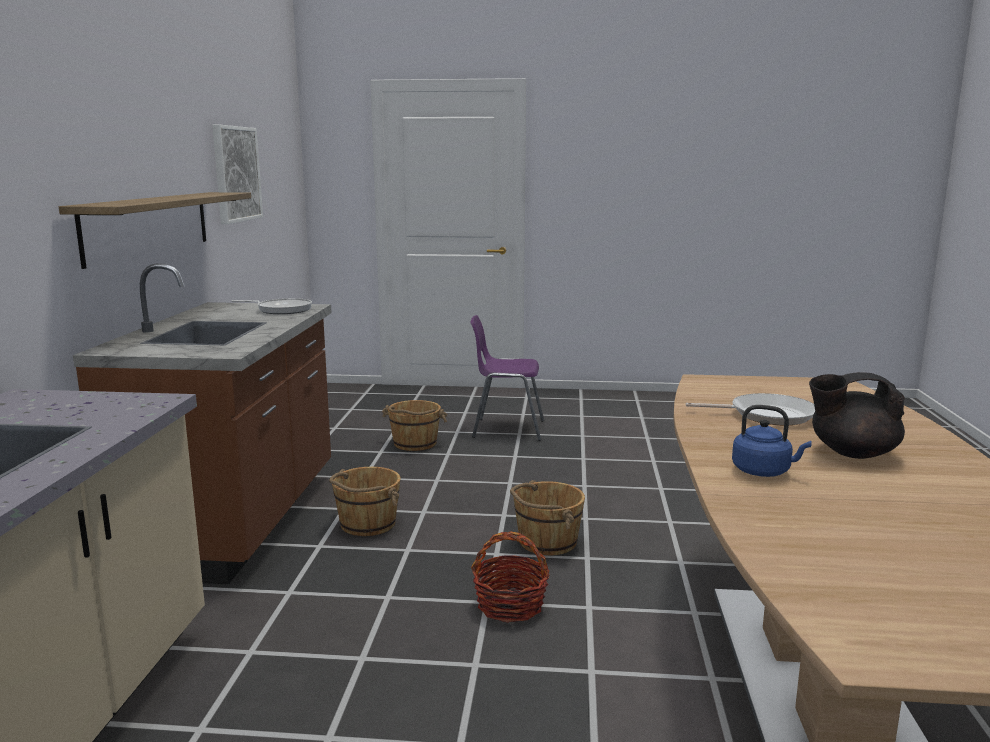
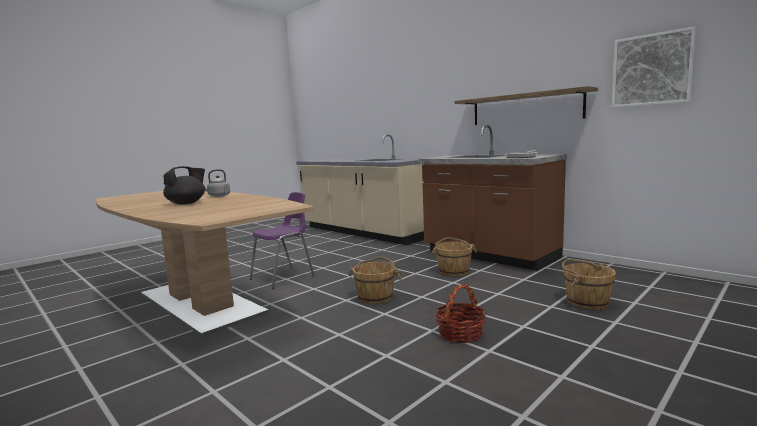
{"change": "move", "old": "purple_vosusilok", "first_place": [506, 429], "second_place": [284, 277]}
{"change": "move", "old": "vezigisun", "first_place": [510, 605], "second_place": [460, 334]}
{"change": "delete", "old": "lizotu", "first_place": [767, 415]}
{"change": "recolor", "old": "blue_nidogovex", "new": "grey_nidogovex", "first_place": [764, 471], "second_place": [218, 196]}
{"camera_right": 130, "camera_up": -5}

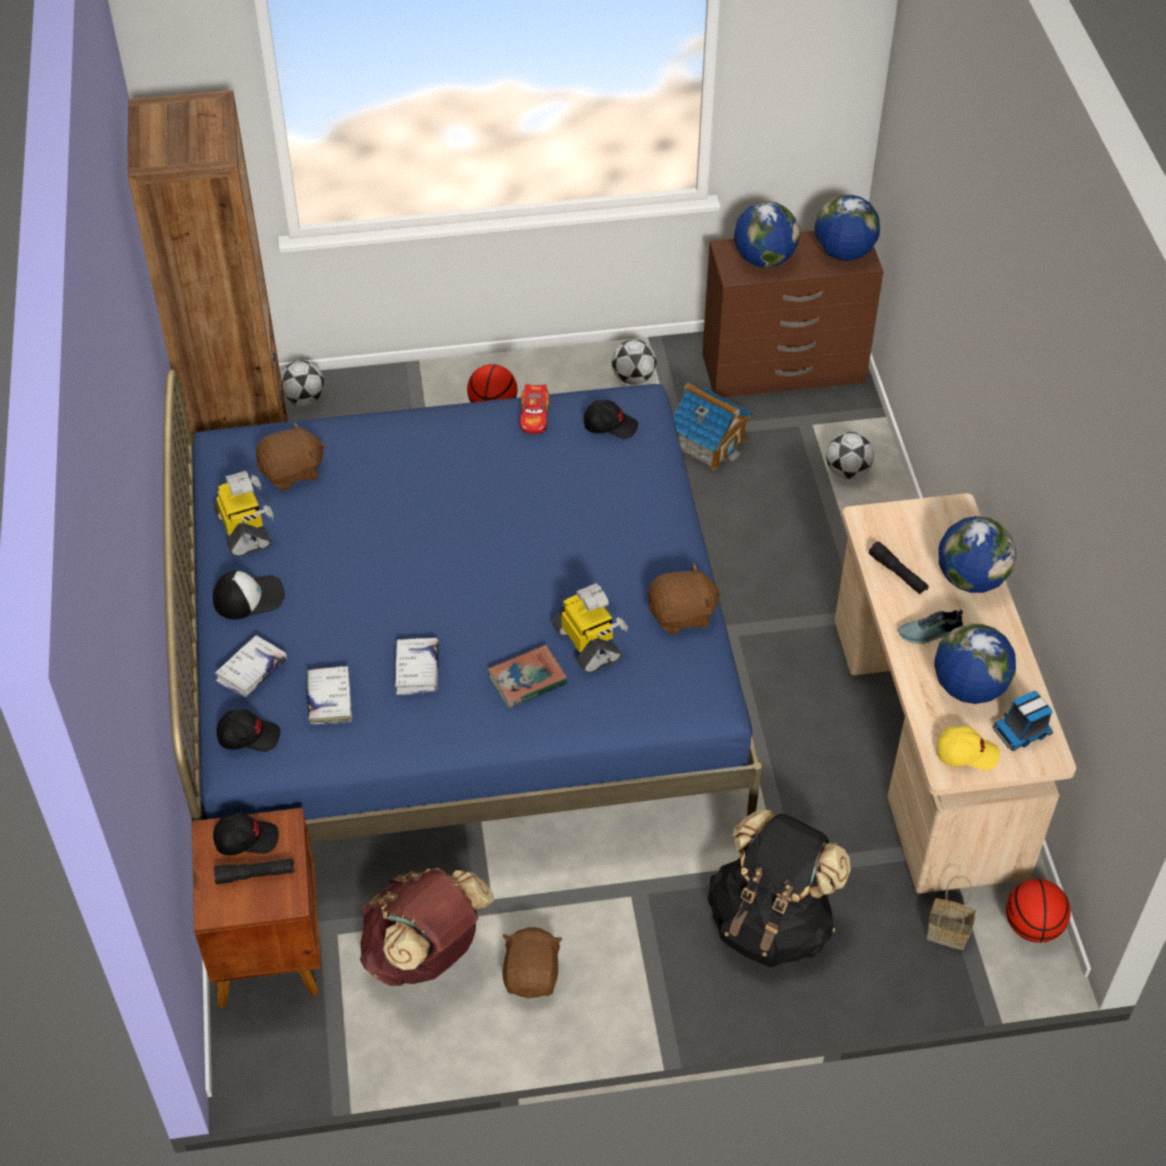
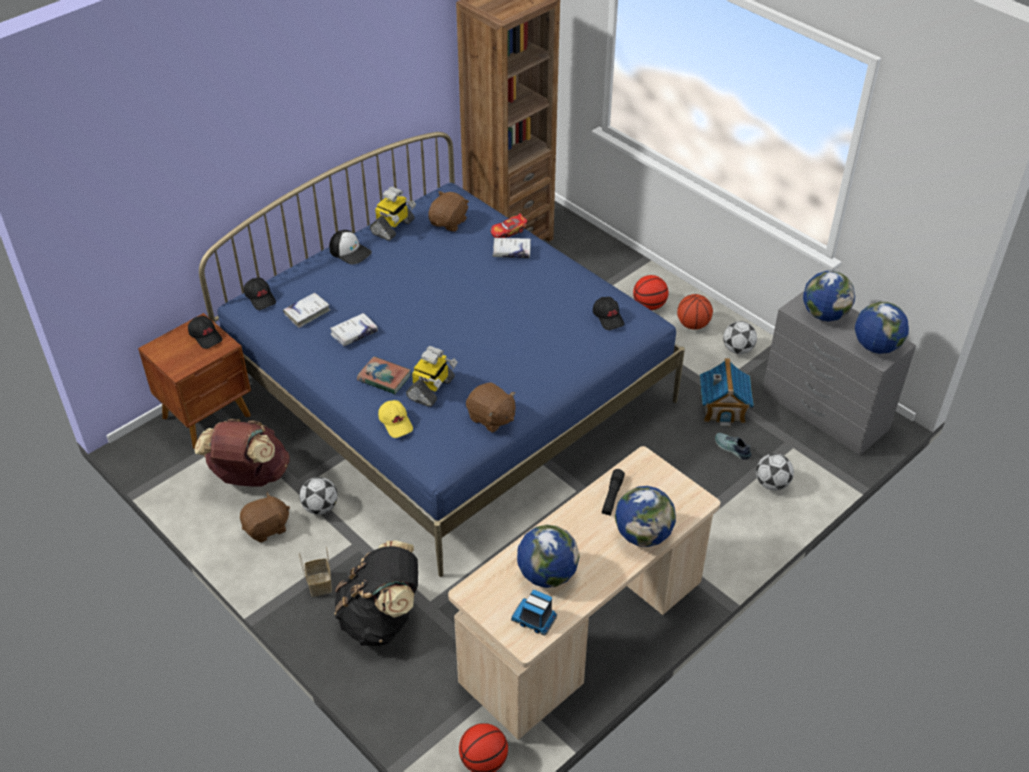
{"change": "delete", "old": "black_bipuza", "first_place": [255, 875]}
{"change": "move", "old": "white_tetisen", "first_place": [252, 671], "second_place": [511, 252]}
{"change": "rotate", "old": "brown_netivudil", "first_place": [292, 472], "second_place": [449, 222], "degrees": -90}
{"change": "move", "old": "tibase", "first_place": [303, 399], "second_place": [320, 507]}
{"change": "move", "old": "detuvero", "first_place": [534, 416], "second_place": [508, 231]}
{"change": "recolor", "old": "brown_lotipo", "new": "grey_lotipo", "first_place": [784, 369], "second_place": [824, 412]}
{"change": "move", "old": "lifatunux", "first_place": [930, 633], "second_place": [731, 449]}
{"change": "move", "old": "vezigisun", "first_place": [946, 932], "second_place": [319, 583]}
{"change": "move", "old": "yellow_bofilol", "first_place": [966, 753], "second_place": [396, 423]}
{"change": "insert", "new": "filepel", "second_place": [692, 325]}
{"camera_right": 55, "camera_up": -5}

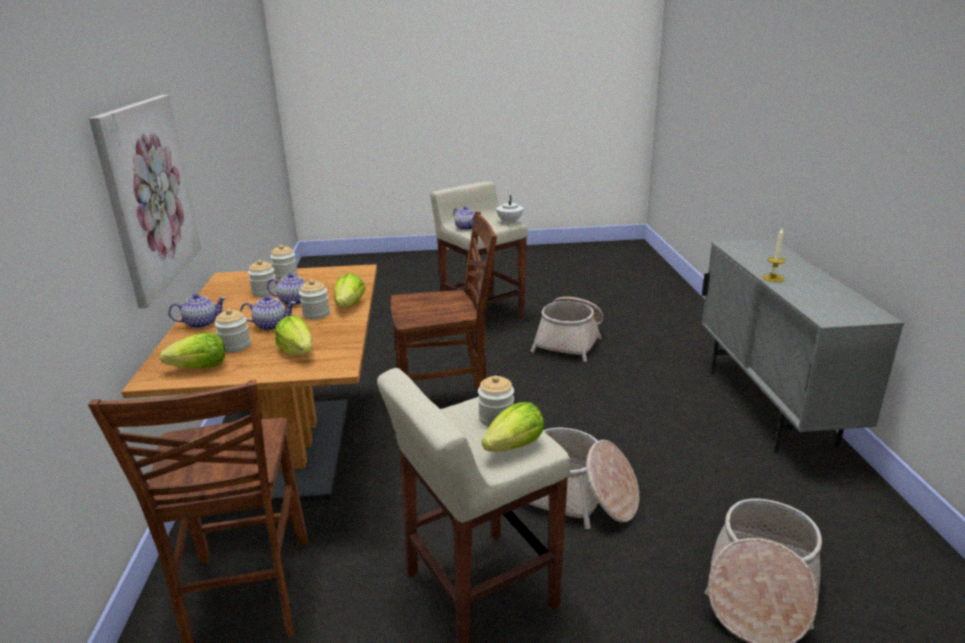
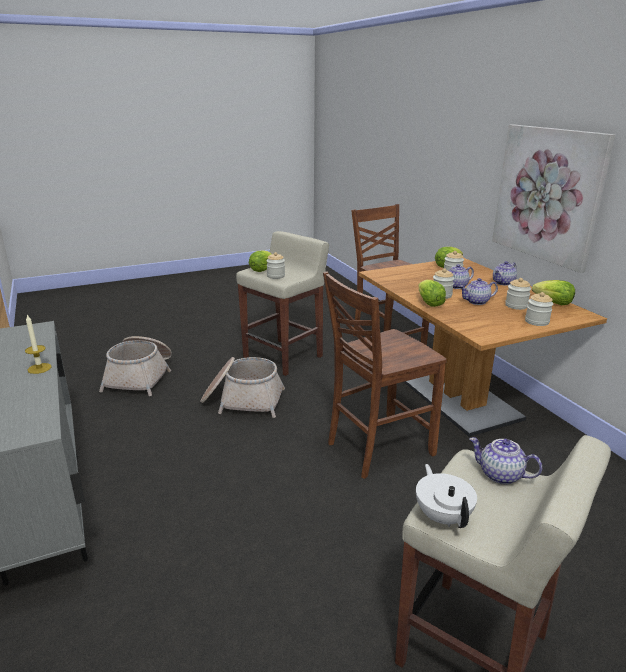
{"change": "move", "old": "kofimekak", "first_place": [297, 352], "second_place": [553, 303]}
{"change": "delete", "old": "vezigisun", "first_place": [570, 341]}
{"camera_right": 160, "camera_up": 0}

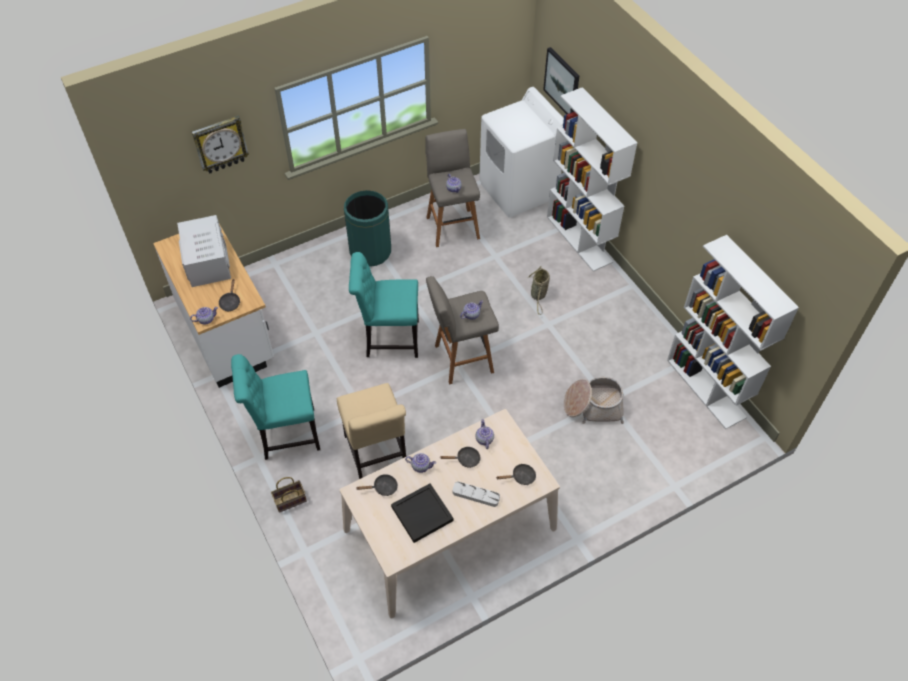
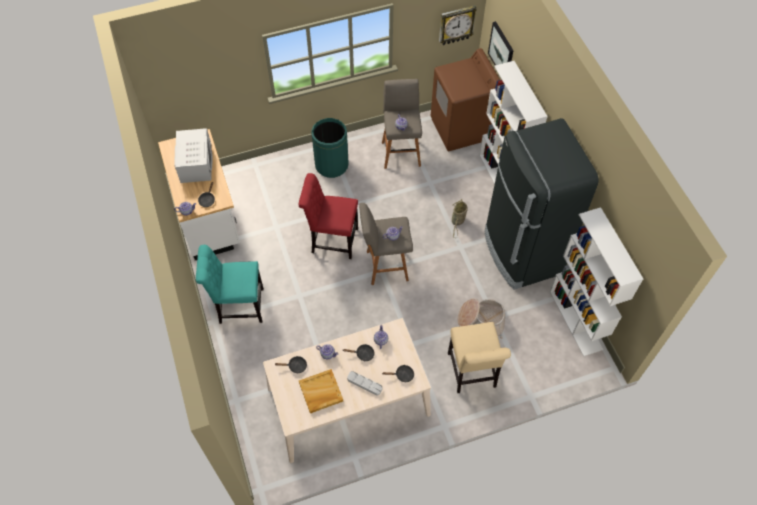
{"change": "move", "old": "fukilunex", "first_place": [220, 144], "second_place": [456, 25]}
{"change": "delete", "old": "vezigisun", "first_place": [289, 501]}
{"change": "move", "old": "beige_vosusilok", "first_place": [376, 454], "second_place": [472, 373]}
{"change": "recolor", "old": "turquoise_vosusilok", "new": "red_vosusilok", "first_place": [389, 339], "second_place": [332, 240]}
{"change": "recolor", "old": "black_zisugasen", "new": "beige_zisugasen", "first_place": [422, 514], "second_place": [320, 392]}
{"change": "recolor", "old": "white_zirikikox", "new": "brown_zirikikox", "first_place": [518, 191], "second_place": [461, 129]}
{"change": "insert", "new": "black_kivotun", "second_place": [521, 253]}
{"camera_right": 10, "camera_up": 5}

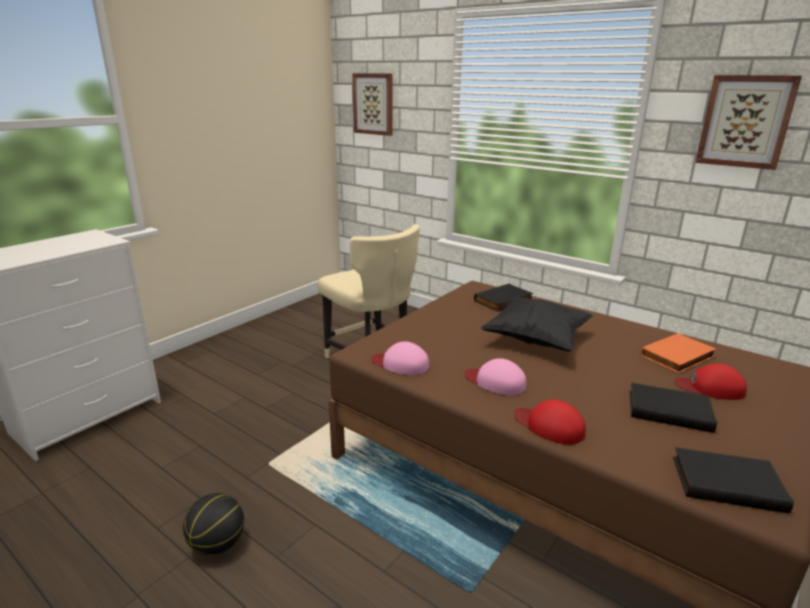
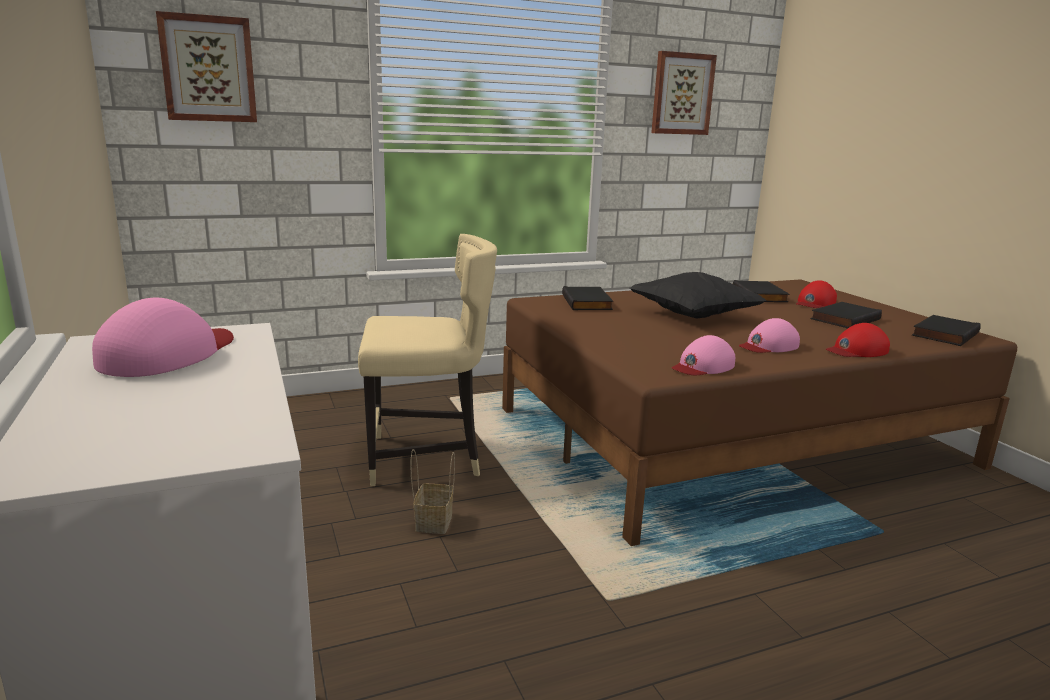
{"change": "delete", "old": "filepel", "first_place": [217, 544]}
{"change": "recolor", "old": "orange_tetisen", "new": "black_tetisen", "first_place": [678, 357], "second_place": [760, 295]}
{"change": "insert", "new": "pink_bofilol", "second_place": [168, 354]}
{"change": "insert", "new": "vezigisun", "second_place": [433, 521]}
{"camera_right": -60, "camera_up": -5}

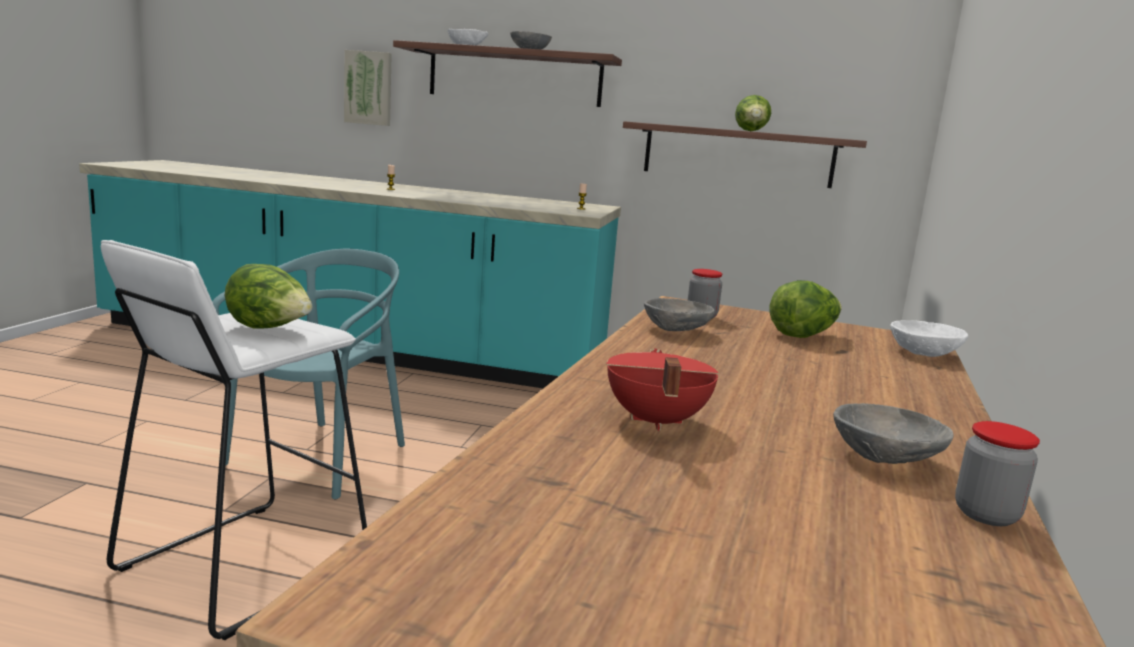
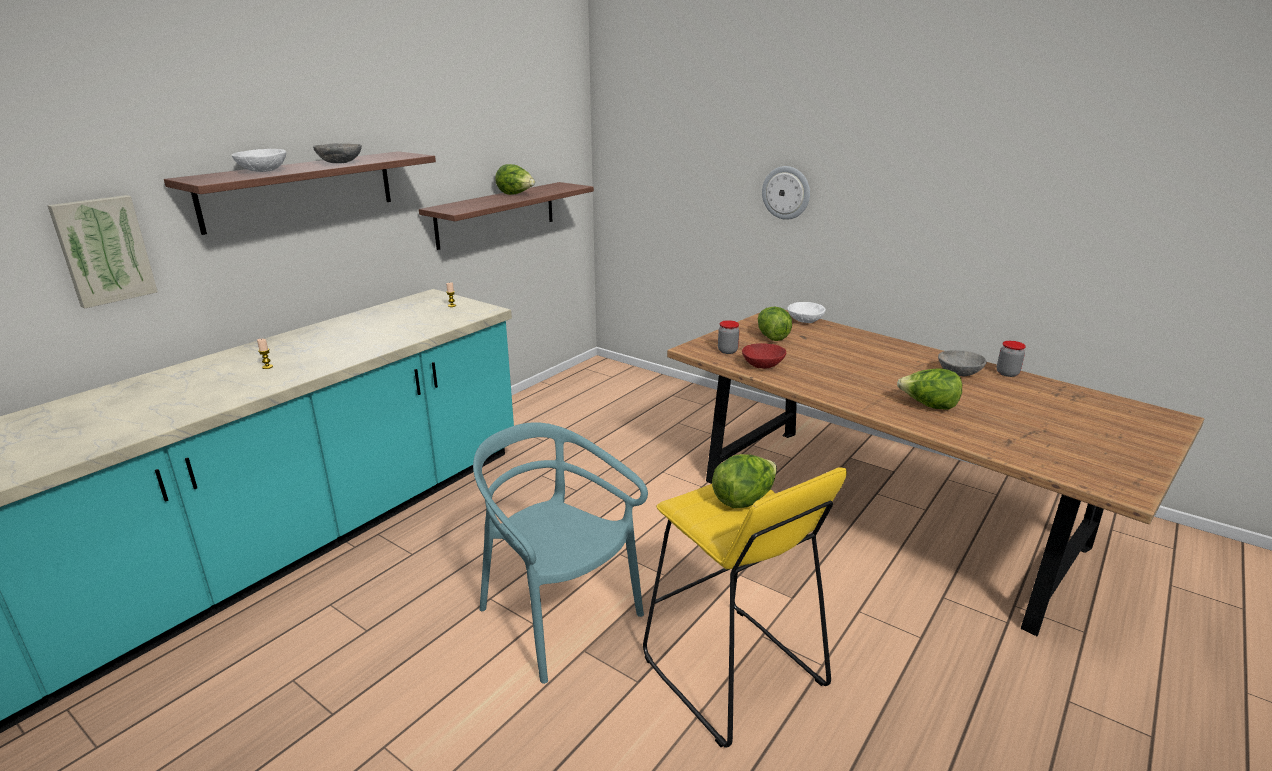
{"change": "recolor", "old": "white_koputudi", "new": "yellow_koputudi", "first_place": [241, 565], "second_place": [732, 673]}
{"change": "replace", "old": "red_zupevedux", "new": "kofimekak", "first_place": [654, 421], "second_place": [928, 406]}
{"change": "recolor", "old": "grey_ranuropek", "new": "red_ranuropek", "first_place": [677, 330], "second_place": [763, 365]}
{"change": "insert", "new": "fukilunex", "second_place": [786, 192]}
{"camera_right": -65, "camera_up": 10}

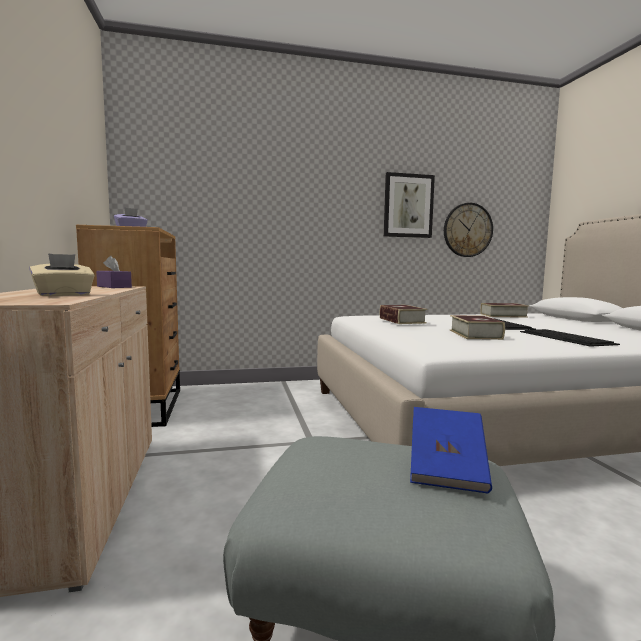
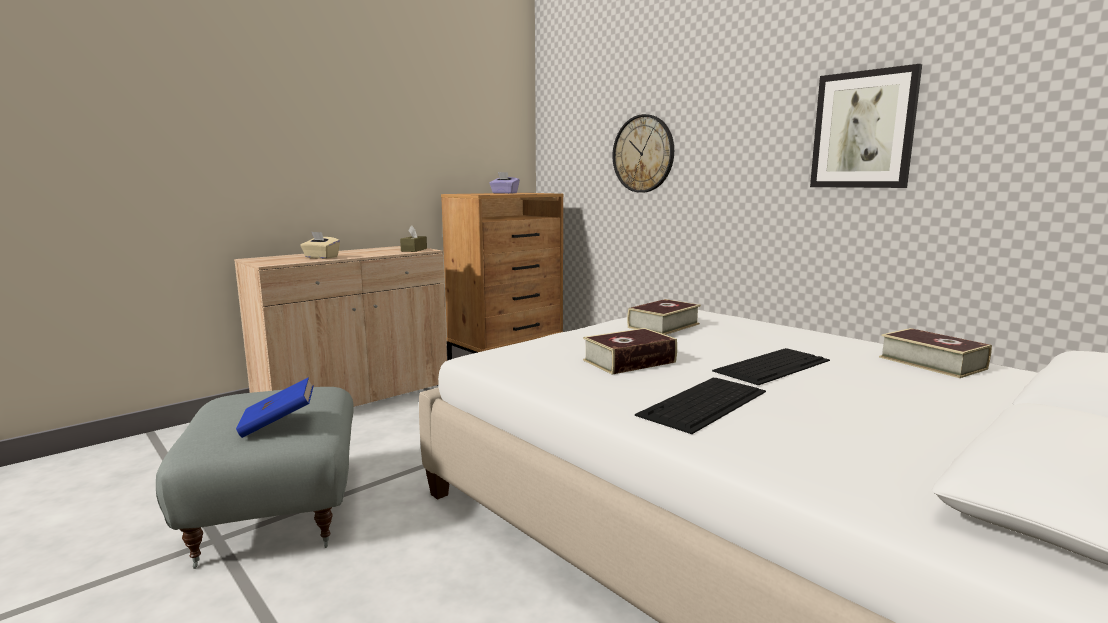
{"change": "recolor", "old": "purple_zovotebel", "new": "brown_zovotebel", "first_place": [114, 287], "second_place": [414, 250]}
{"change": "move", "old": "fukilunex", "first_place": [467, 230], "second_place": [643, 154]}
{"camera_right": 60, "camera_up": 5}

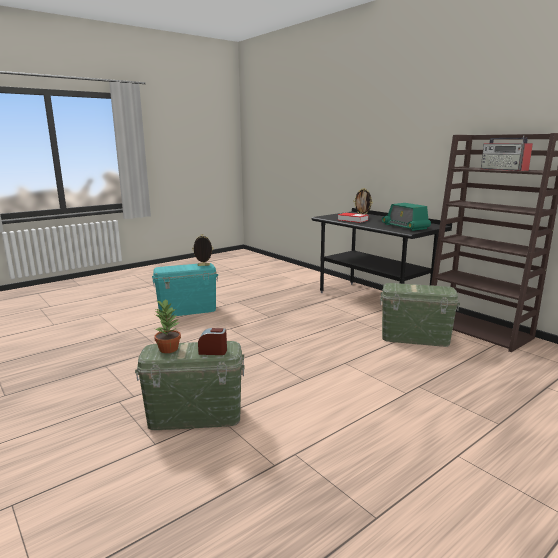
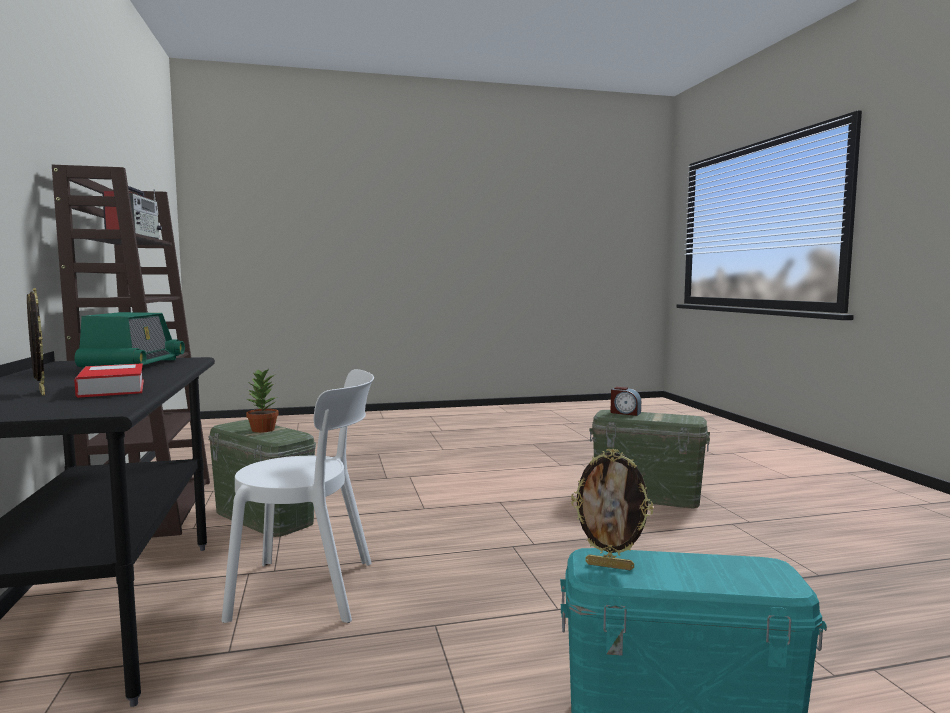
{"change": "move", "old": "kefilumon", "first_place": [168, 349], "second_place": [263, 430]}
{"change": "insert", "new": "white_vosusilok", "second_place": [311, 590]}
{"camera_right": -155, "camera_up": -10}

